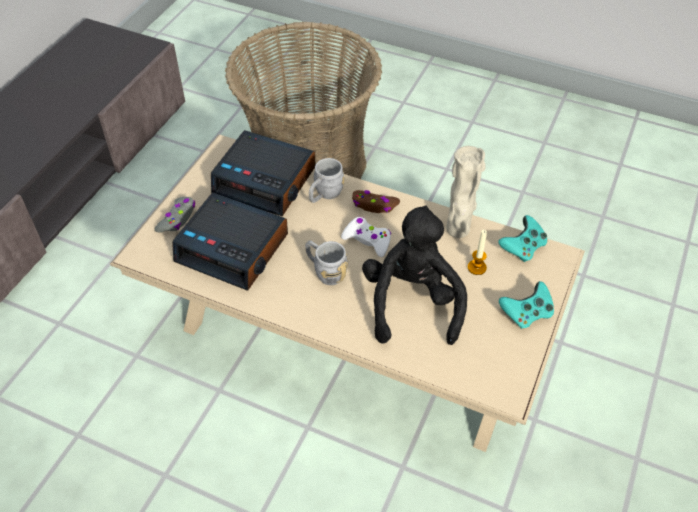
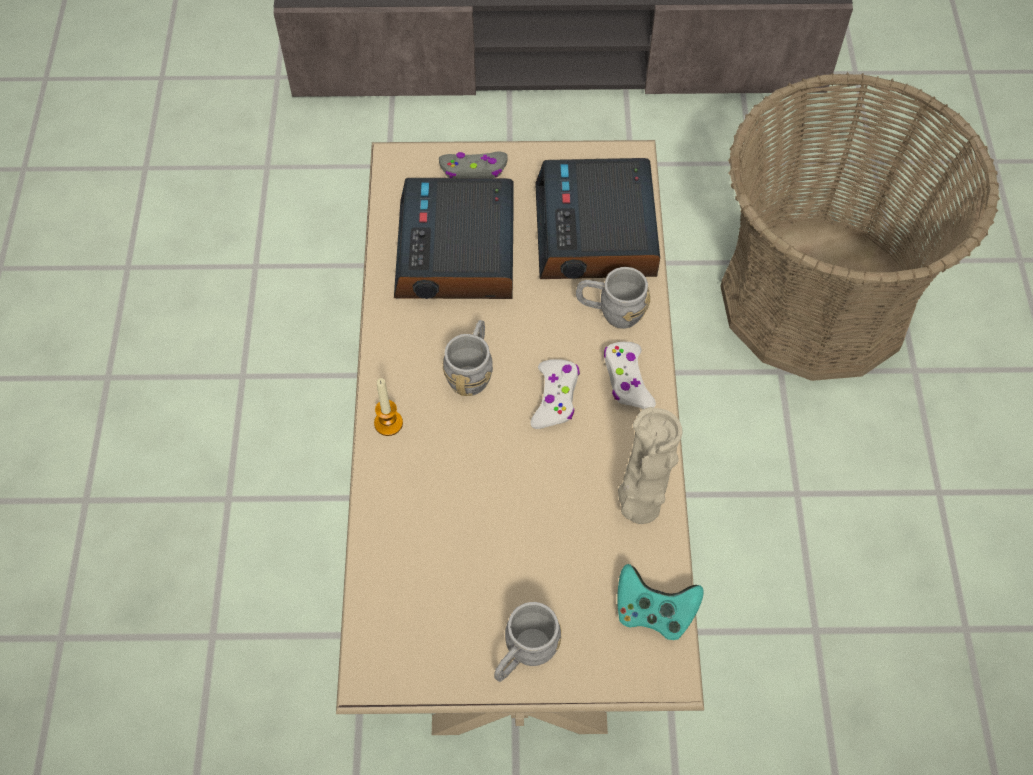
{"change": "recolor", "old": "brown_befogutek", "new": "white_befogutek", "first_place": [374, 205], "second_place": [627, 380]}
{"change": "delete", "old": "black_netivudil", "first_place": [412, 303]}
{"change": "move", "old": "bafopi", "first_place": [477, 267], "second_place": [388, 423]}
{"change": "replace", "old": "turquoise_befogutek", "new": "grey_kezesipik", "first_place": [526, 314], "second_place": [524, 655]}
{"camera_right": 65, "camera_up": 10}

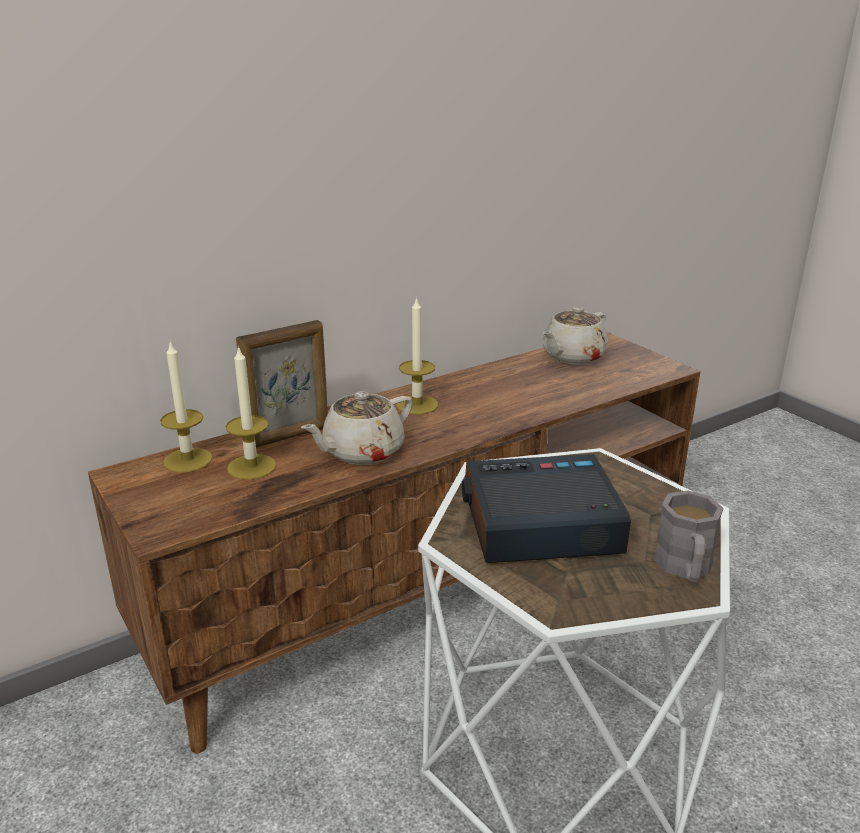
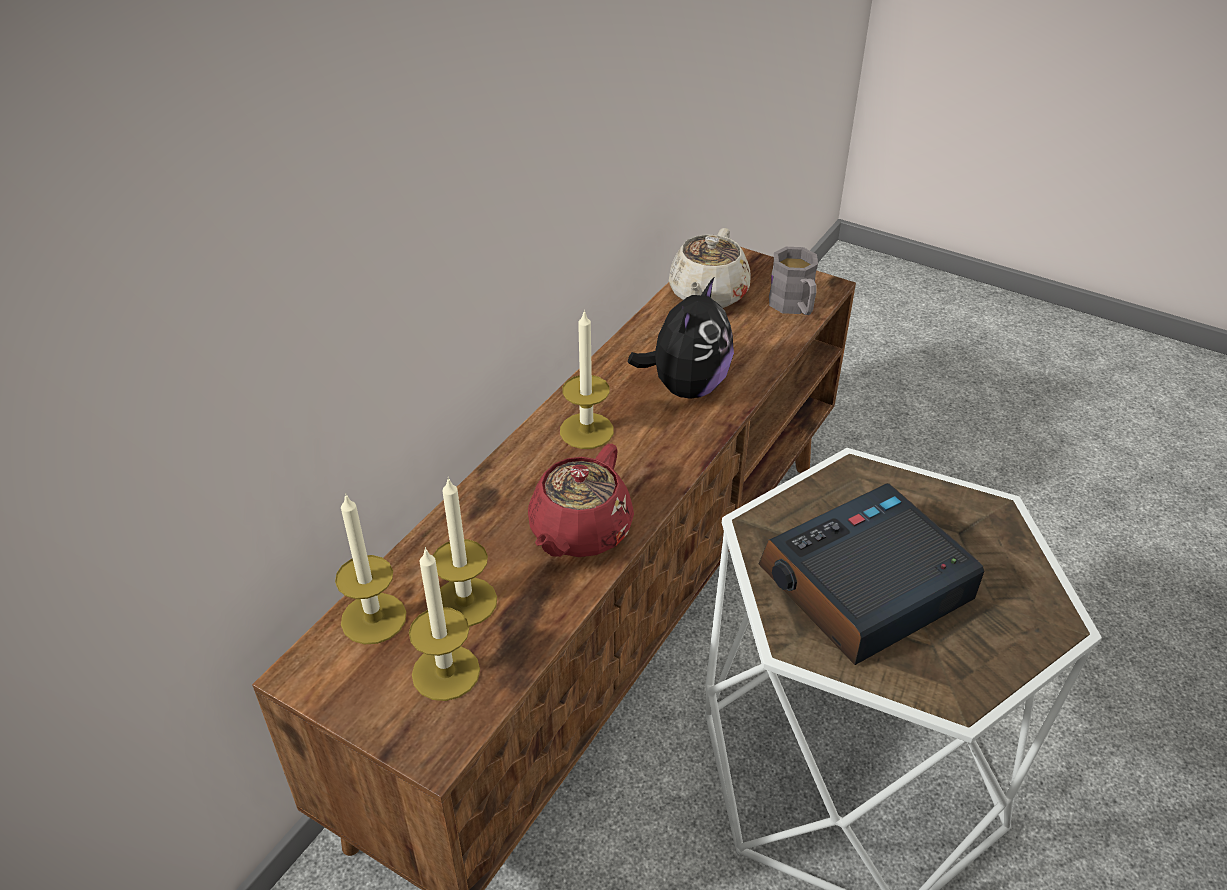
{"change": "delete", "old": "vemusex", "first_place": [289, 436]}
{"change": "recolor", "old": "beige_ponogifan", "new": "red_ponogifan", "first_place": [361, 452], "second_place": [579, 532]}
{"change": "move", "old": "grey_kezesipik", "first_place": [685, 568], "second_place": [794, 307]}
{"change": "insert", "new": "bafopi", "second_place": [446, 672]}
{"change": "insert", "new": "netivudil", "second_place": [686, 387]}
{"camera_right": -25, "camera_up": 15}

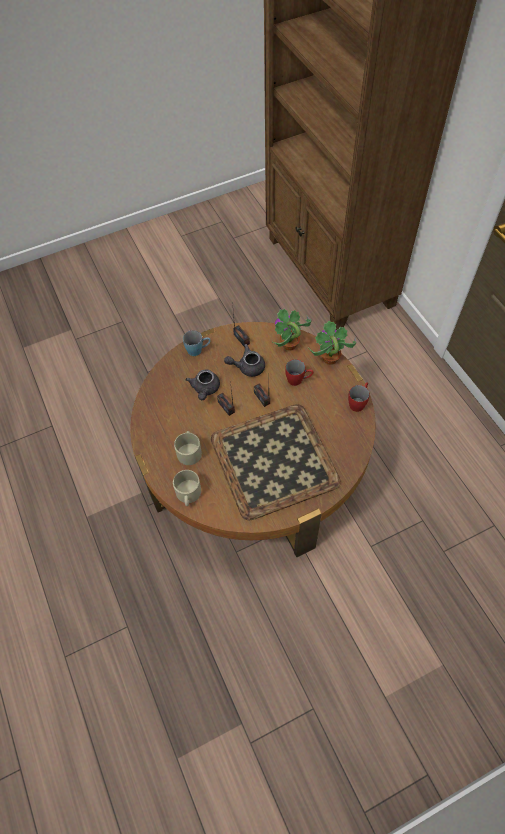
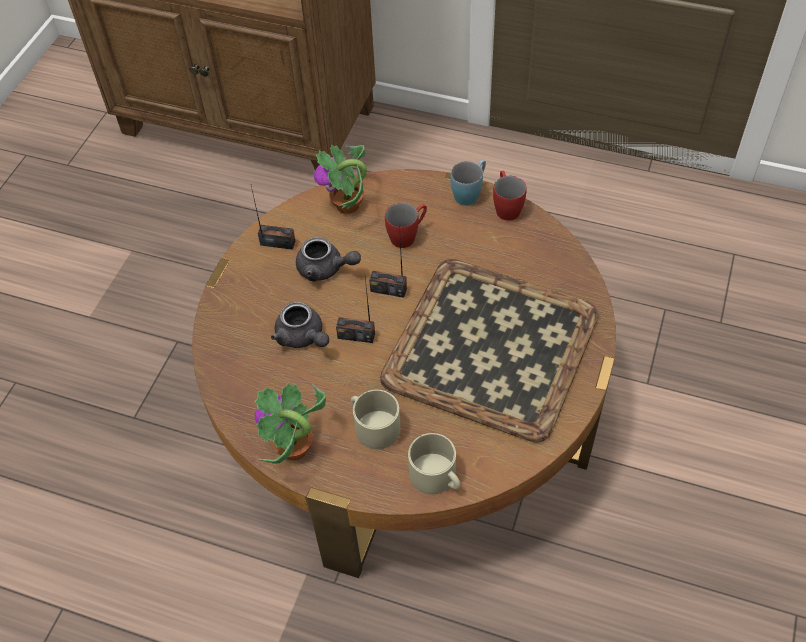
{"change": "move", "old": "blue_kezesipik", "first_place": [198, 350], "second_place": [470, 193]}
{"change": "rotate", "old": "grey_ponogifan", "first_place": [247, 367], "second_place": [325, 269], "degrees": -105}
{"change": "move", "old": "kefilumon", "first_place": [329, 359], "second_place": [294, 449]}
{"camera_right": -45, "camera_up": -5}

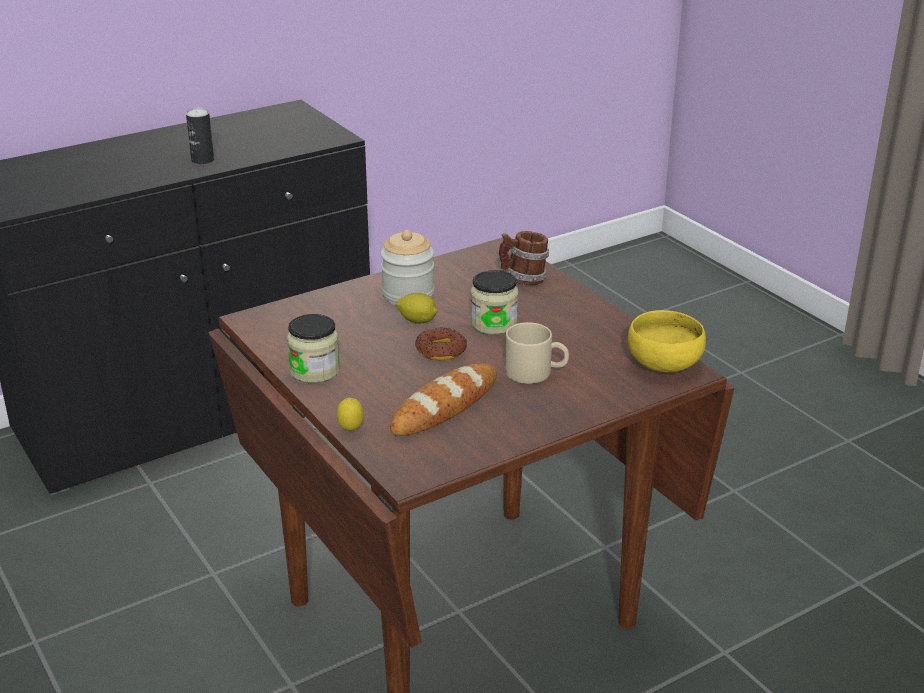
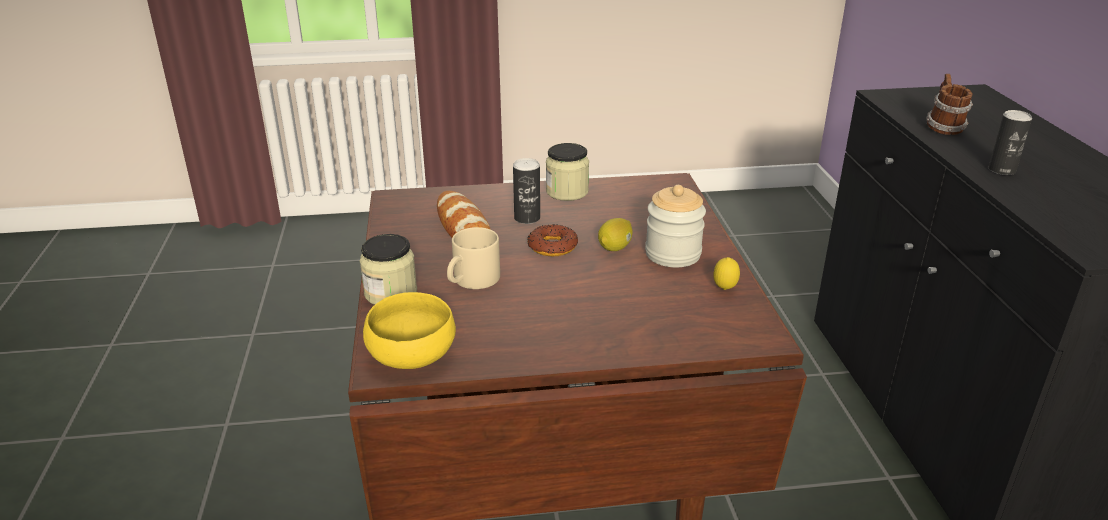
{"change": "move", "old": "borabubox", "first_place": [351, 430], "second_place": [724, 289]}
{"change": "move", "old": "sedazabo", "first_place": [494, 324], "second_place": [391, 293]}
{"change": "move", "old": "kezesipik", "first_place": [523, 280], "second_place": [943, 128]}
{"change": "insert", "new": "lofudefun", "second_place": [527, 218]}
{"camera_right": 115, "camera_up": 0}

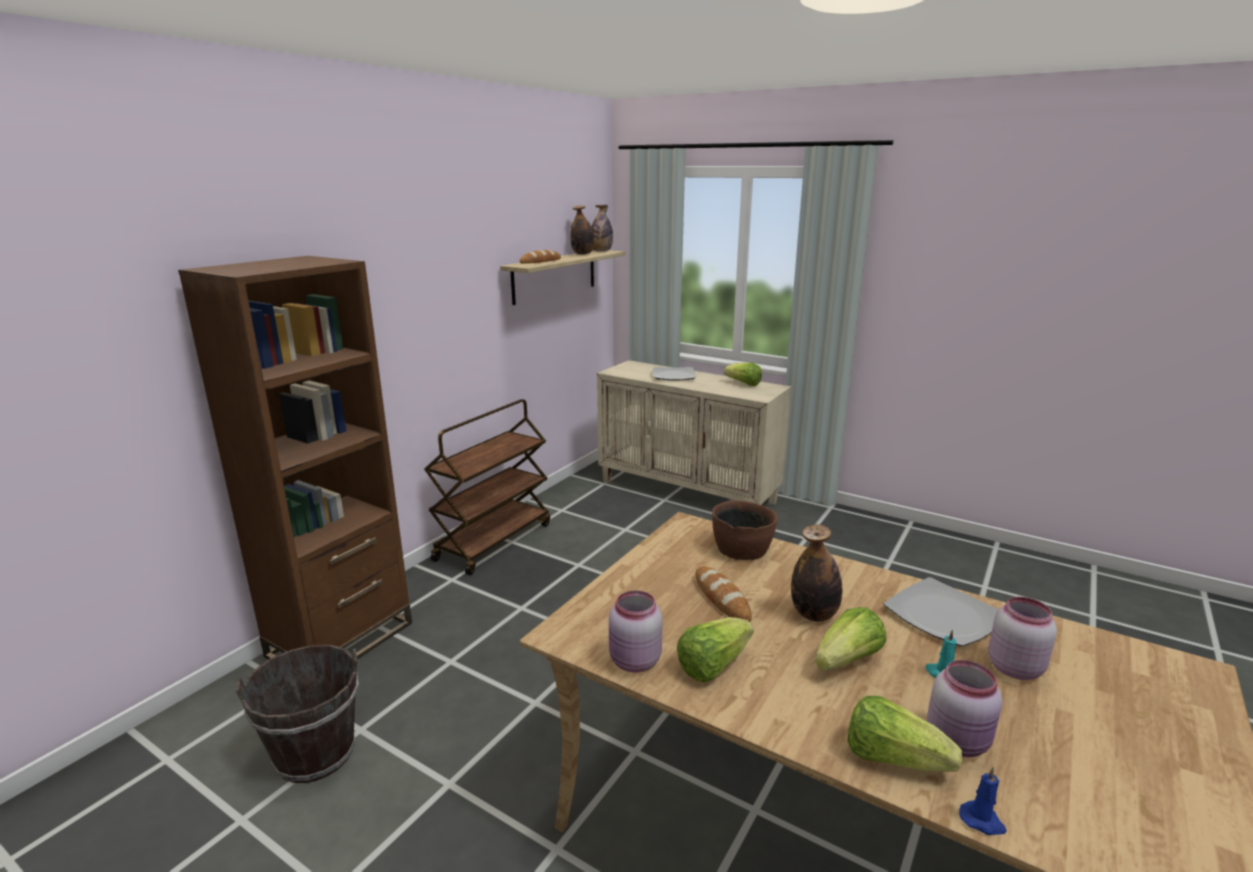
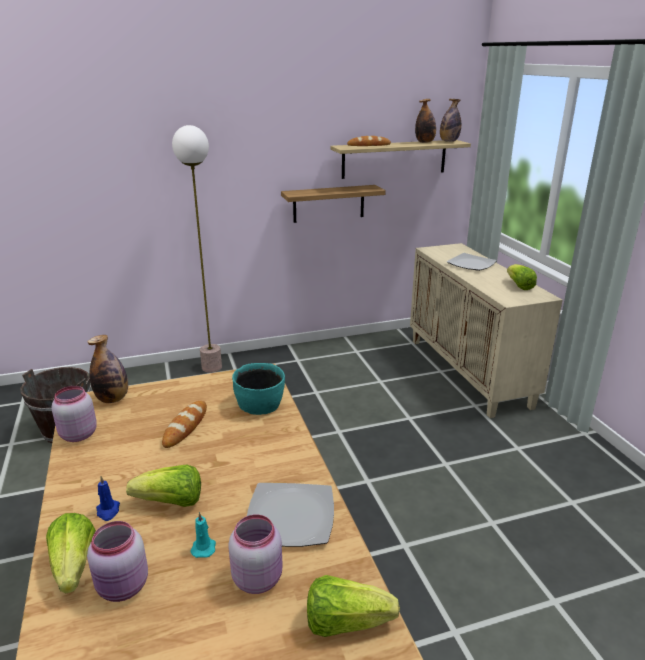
{"change": "delete", "old": "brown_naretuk", "first_place": [341, 639]}
{"change": "delete", "old": "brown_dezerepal", "first_place": [493, 541]}
{"change": "move", "old": "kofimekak", "first_place": [712, 665], "second_place": [346, 622]}
{"change": "recolor", "old": "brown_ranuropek", "new": "turquoise_ranuropek", "first_place": [742, 548], "second_place": [260, 404]}
{"change": "move", "old": "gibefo", "first_place": [814, 614], "second_place": [113, 399]}
{"change": "move", "old": "blue_bafopi", "first_place": [982, 821], "second_place": [108, 511]}
{"change": "insert", "new": "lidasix", "second_place": [212, 367]}
{"change": "insert", "new": "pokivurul", "second_place": [328, 203]}
{"camera_right": 40, "camera_up": 5}

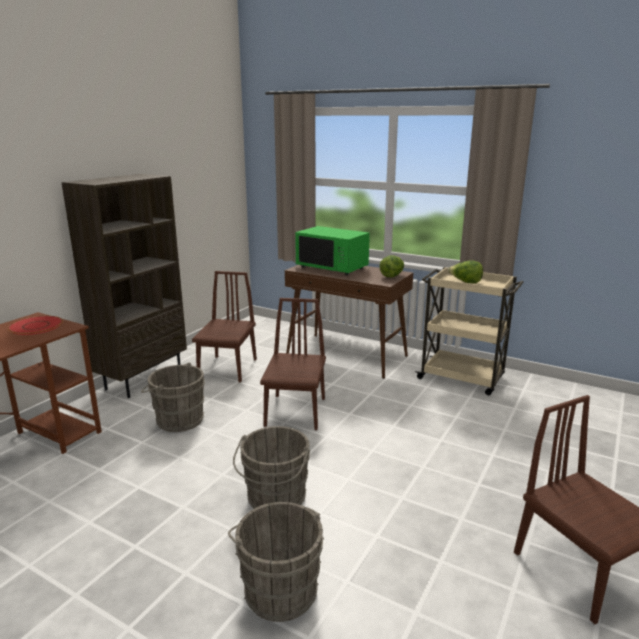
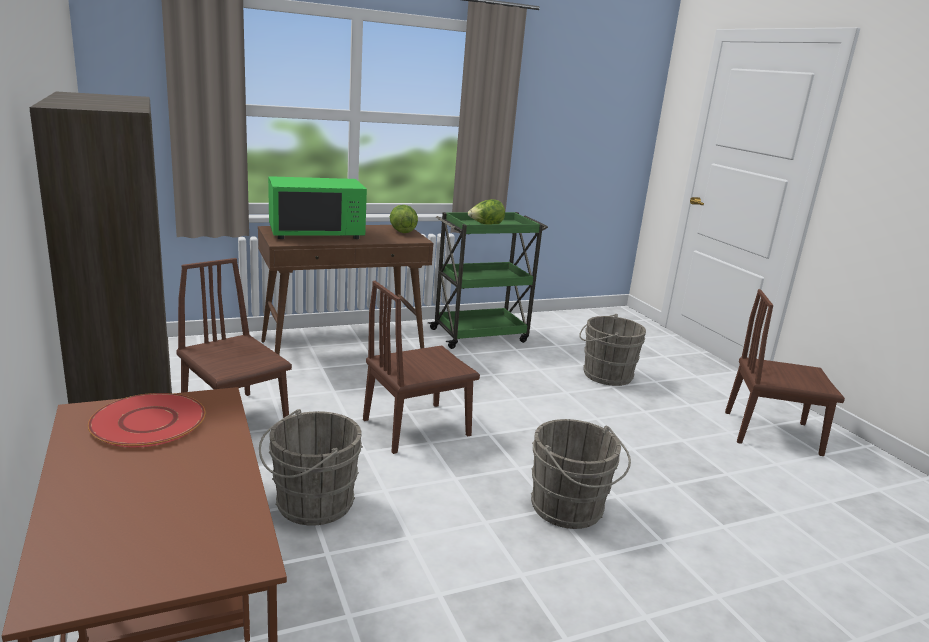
{"change": "move", "old": "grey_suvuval", "first_place": [279, 588], "second_place": [604, 374]}
{"change": "rotate", "old": "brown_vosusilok", "first_place": [295, 412], "second_place": [416, 427], "degrees": -75}
{"change": "recolor", "old": "beige_dezerepal", "new": "green_dezerepal", "first_place": [462, 378], "second_place": [480, 335]}
{"camera_right": -55, "camera_up": 0}

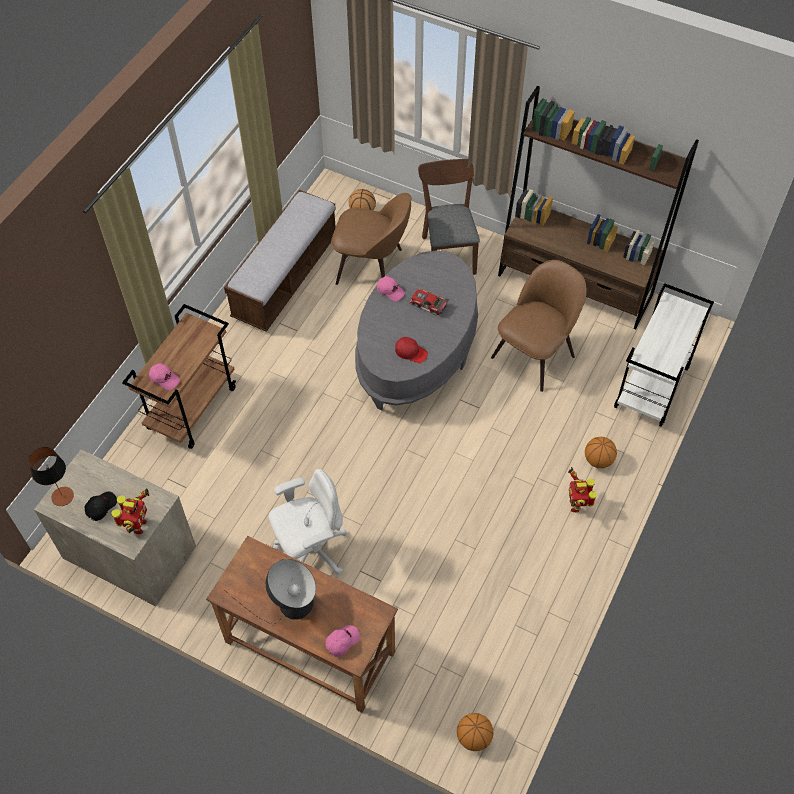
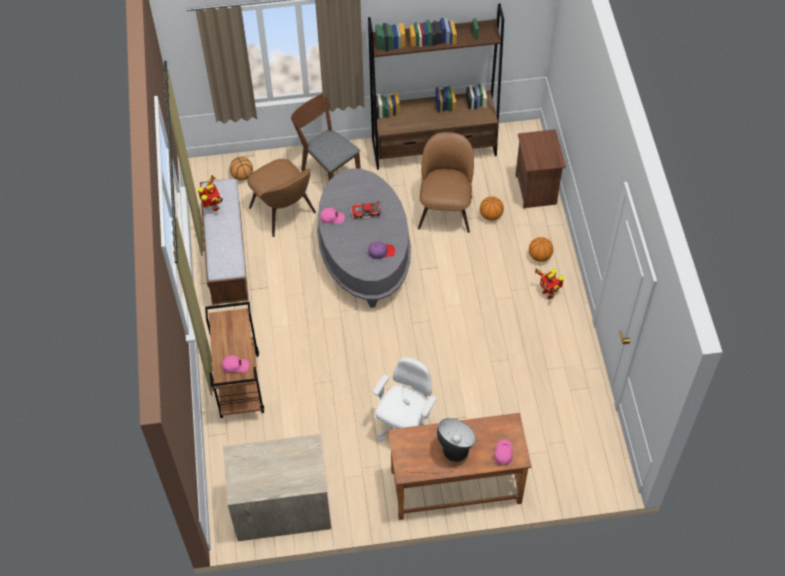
{"change": "delete", "old": "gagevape", "first_place": [62, 496]}
{"change": "delete", "old": "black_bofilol", "first_place": [101, 507]}
{"change": "move", "old": "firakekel", "first_place": [138, 526], "second_place": [213, 207]}
{"change": "rotate", "old": "brown_vosusilok", "first_place": [372, 267], "second_place": [284, 212], "degrees": 75}
{"change": "recolor", "old": "red_bofilol", "new": "purple_bofilol", "first_place": [411, 352], "second_place": [381, 251]}
{"change": "move", "old": "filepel", "first_place": [474, 737], "second_place": [491, 215]}
{"change": "replace", "old": "white_dezerepal", "new": "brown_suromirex", "first_place": [652, 388], "second_place": [536, 190]}
{"camera_right": -35, "camera_up": 0}

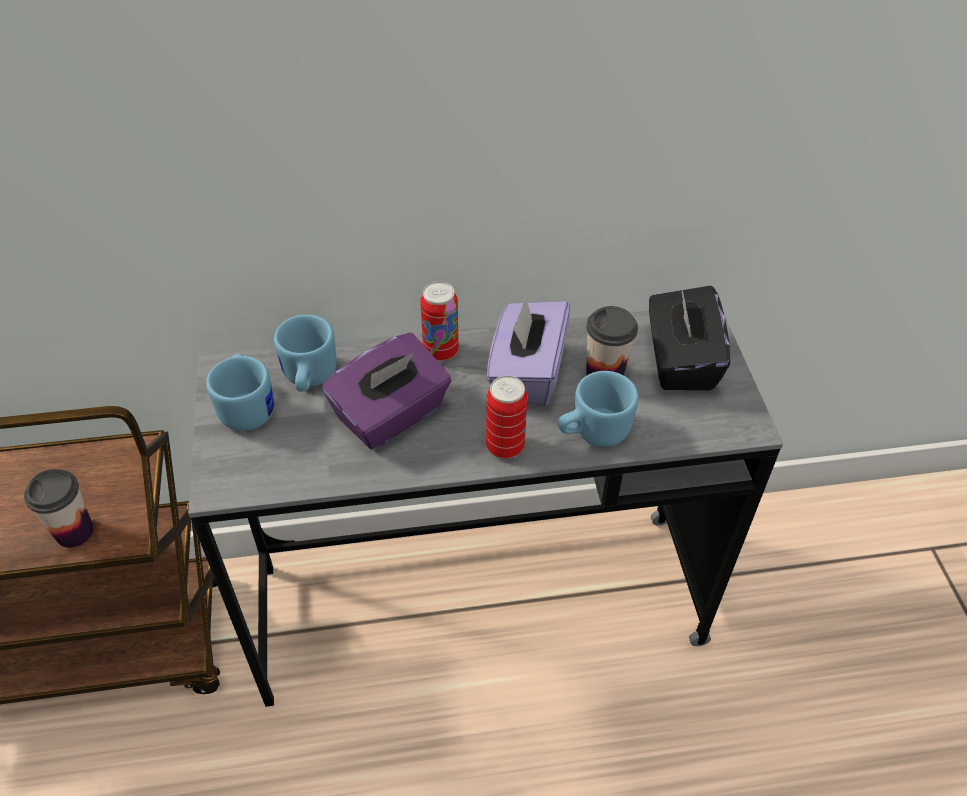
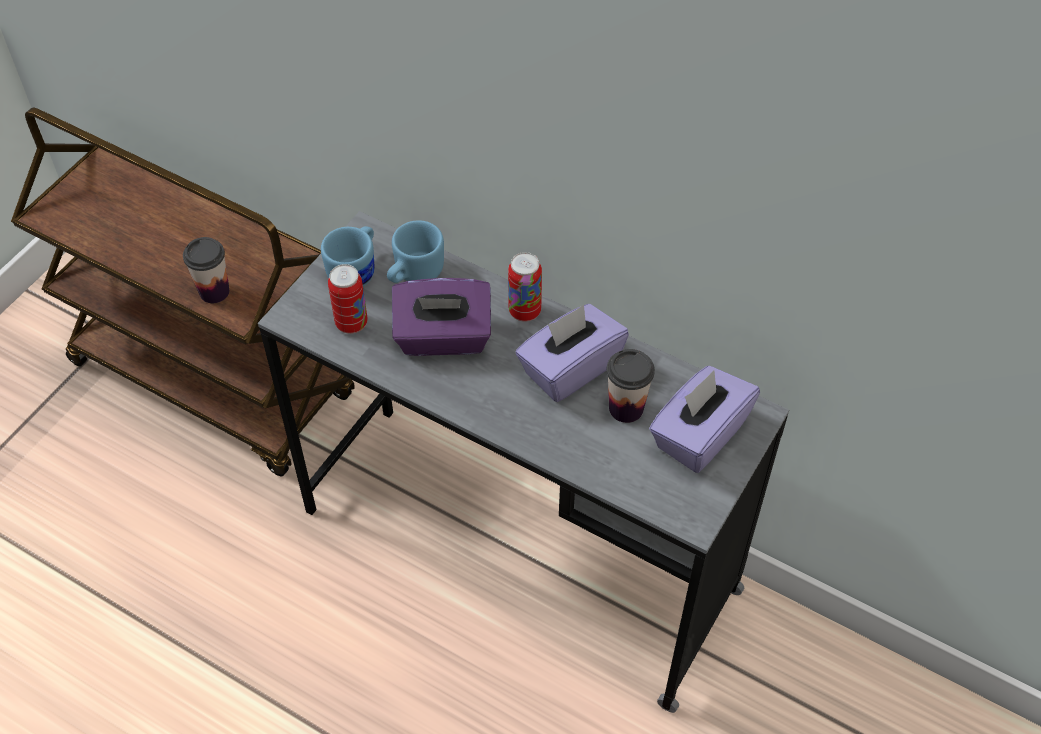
{"change": "move", "old": "lofudefun", "first_place": [505, 446], "second_place": [351, 323]}
{"change": "delete", "old": "blue_kezesipik", "first_place": [592, 432]}
{"change": "recolor", "old": "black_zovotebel", "new": "purple_zovotebel", "first_place": [679, 361], "second_place": [699, 435]}
{"camera_right": 40, "camera_up": 5}

